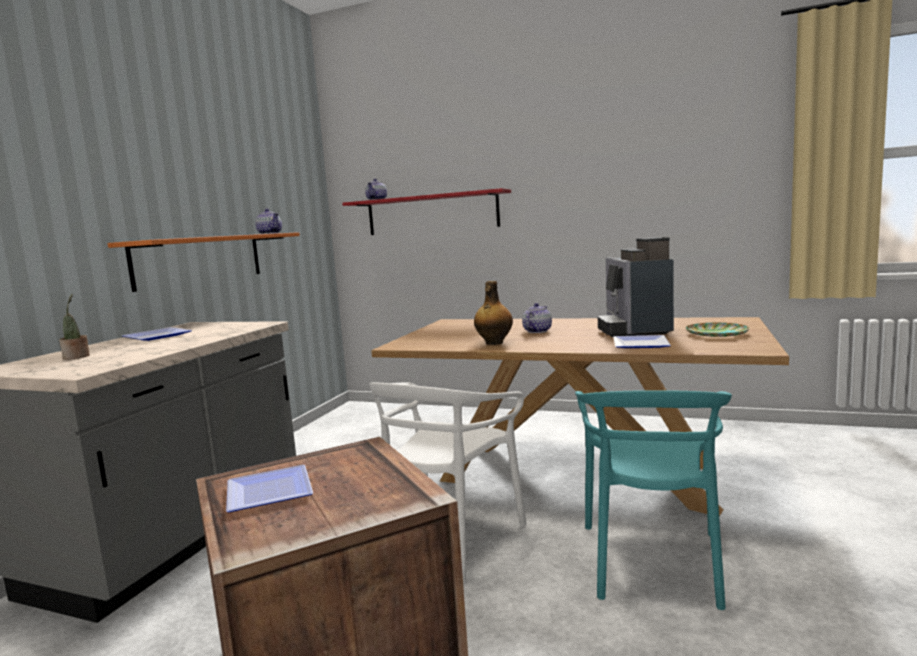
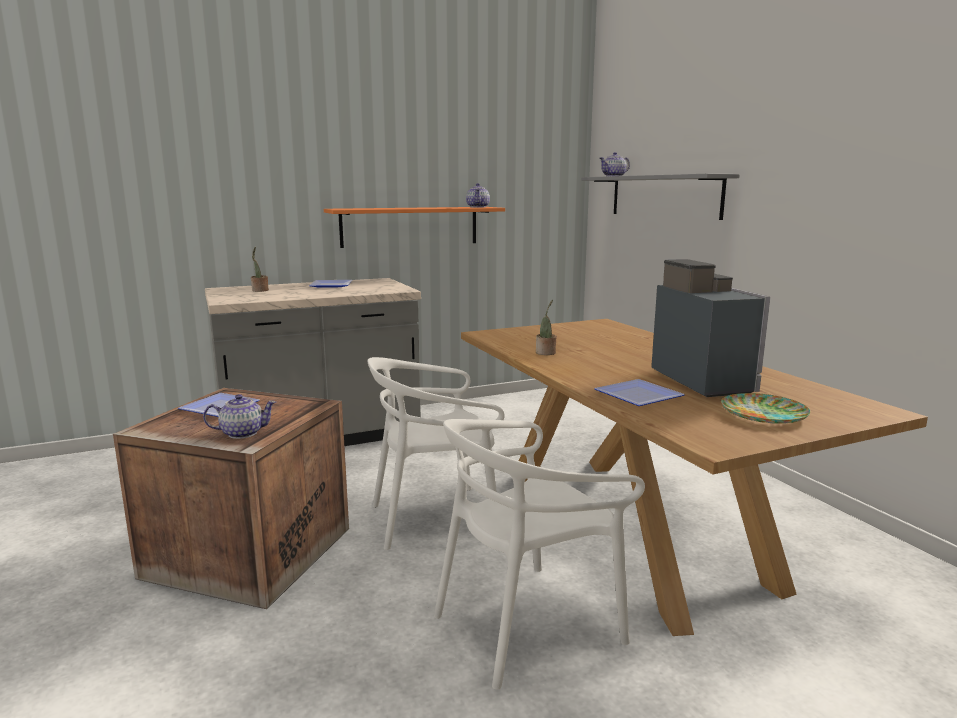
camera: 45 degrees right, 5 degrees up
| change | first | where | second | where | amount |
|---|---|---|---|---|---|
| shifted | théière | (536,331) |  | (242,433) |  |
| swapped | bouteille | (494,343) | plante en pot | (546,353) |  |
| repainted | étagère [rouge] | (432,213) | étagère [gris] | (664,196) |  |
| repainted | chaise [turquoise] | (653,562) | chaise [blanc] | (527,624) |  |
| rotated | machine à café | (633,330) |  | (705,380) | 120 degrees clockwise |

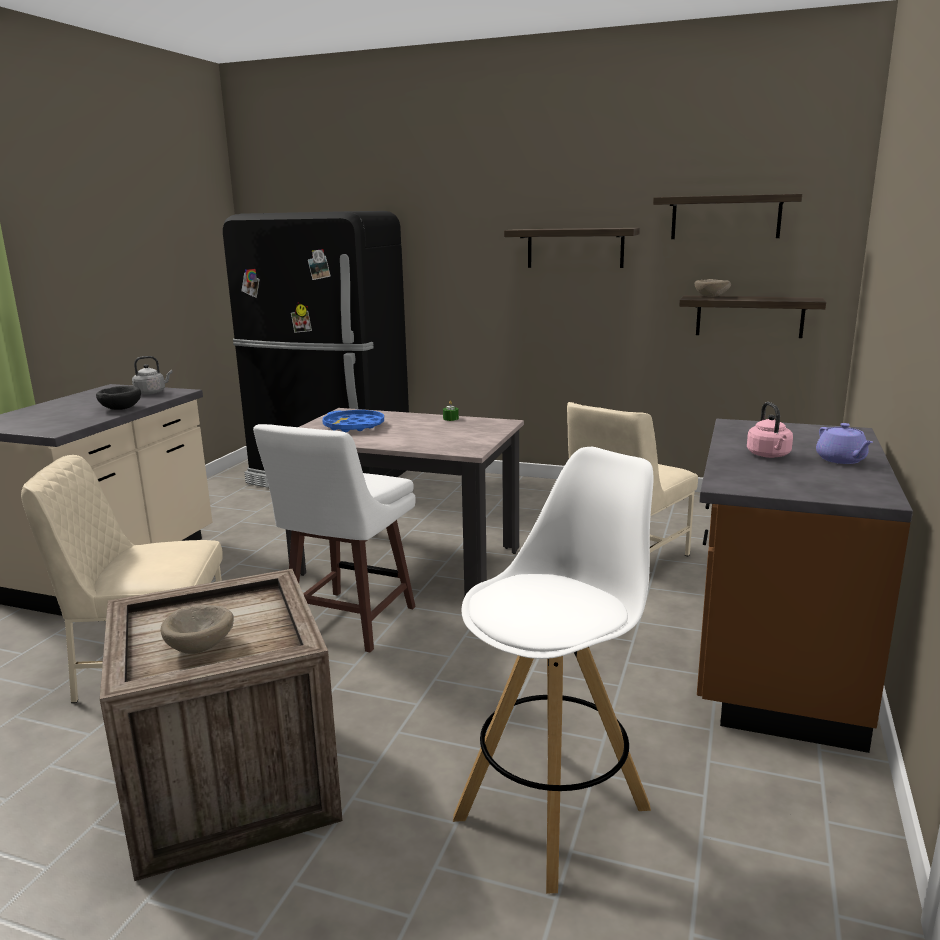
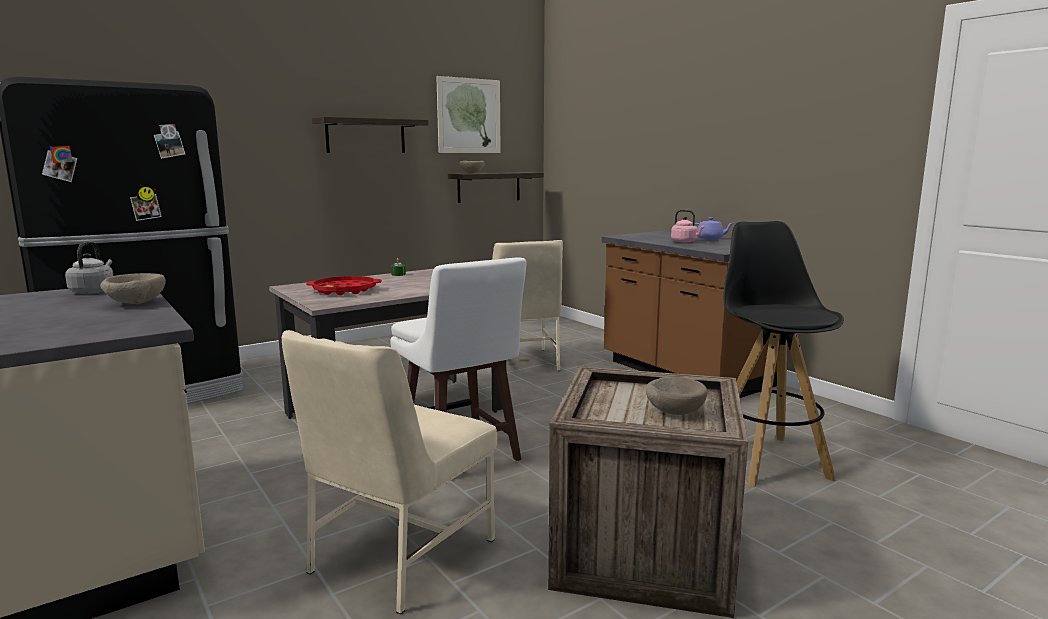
camera: 55 degrees left, 5 degrees down
| change | first | where | second | where | amount |
|---|---|---|---|---|---|
| swapped | étagère | (725,217) | tableau | (469,116) |  |
| repainted | bol [noir] | (120,409) | bol [beige] | (134,303) |  |
| repainted | plateau [bleu] | (354,426) | plateau [rouge] | (345,290) |  |
| repainted | tabouret [blanc] | (554,811) | tabouret [noir] | (766,459) |  |

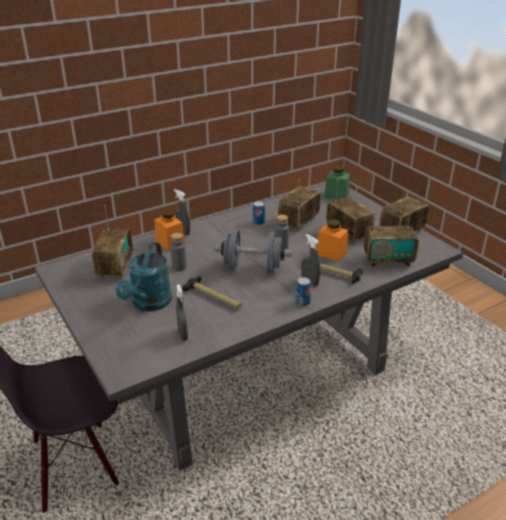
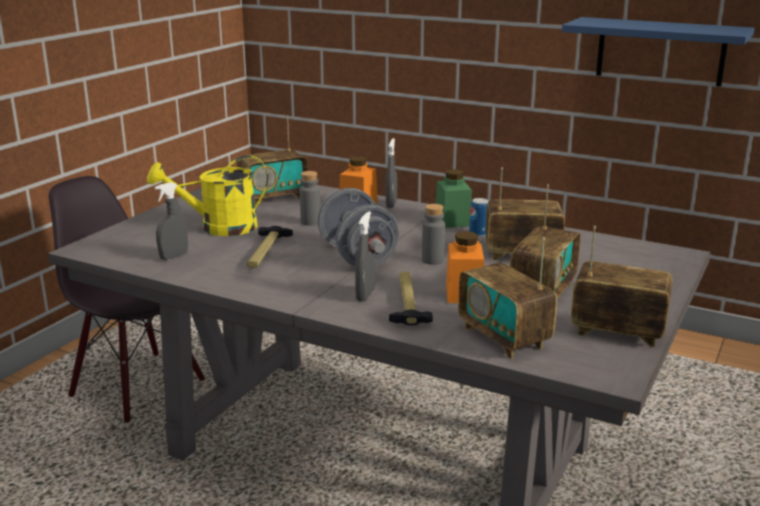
camera: 60 degrees right, 10 degrees down
| change | first | where | second | where | amount |
|---|---|---|---|---|---|
| gone | boîte métallique | (302,302) |  |  |  |
| new |  |  | étagère [bleu] | (660,51) |  |
| shifted | bocal [vert] | (336,195) |  | (452,220) |  |
| repainted | arrosoir [turquoise] | (149,304) | arrosoir [jaune] | (219,228) |  |

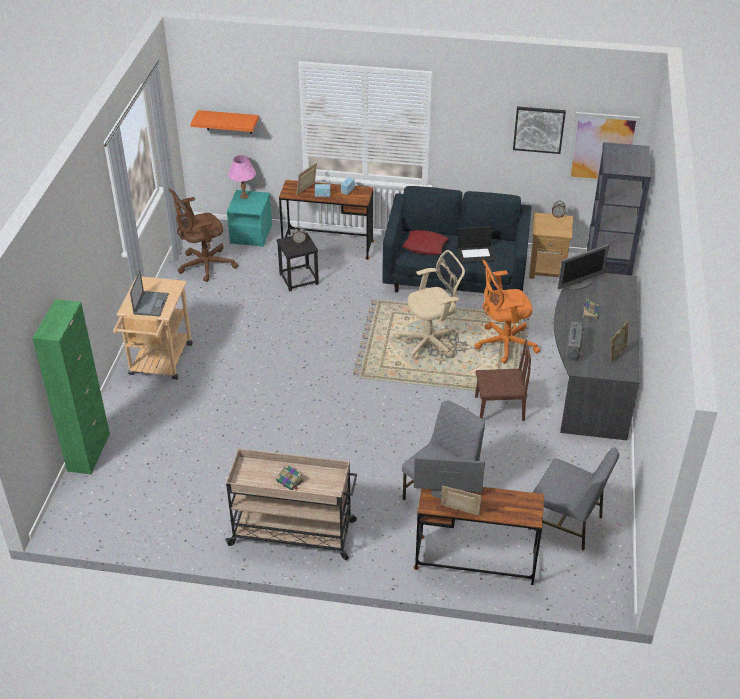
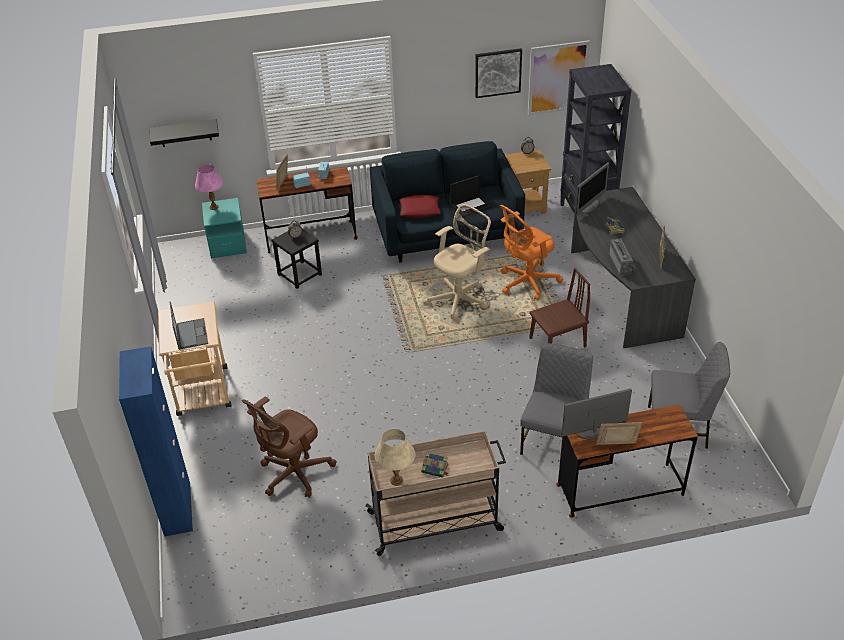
camera: 20 degrees left, 0 degrees up
| change | first | where | second | where | amount |
|---|---|---|---|---|---|
| new |  |  | lampe de table [beige] | (397,480) |  |
| shifted | chaise de bureau [marron] | (204,265) |  | (293,474) |  |
| repainted | meuble de rangement [vert] | (89,452) | meuble de rangement [bleu] | (177,509) |  |
| repainted | étagère [orange] | (228,122) | étagère [noir] | (185,133) |  |

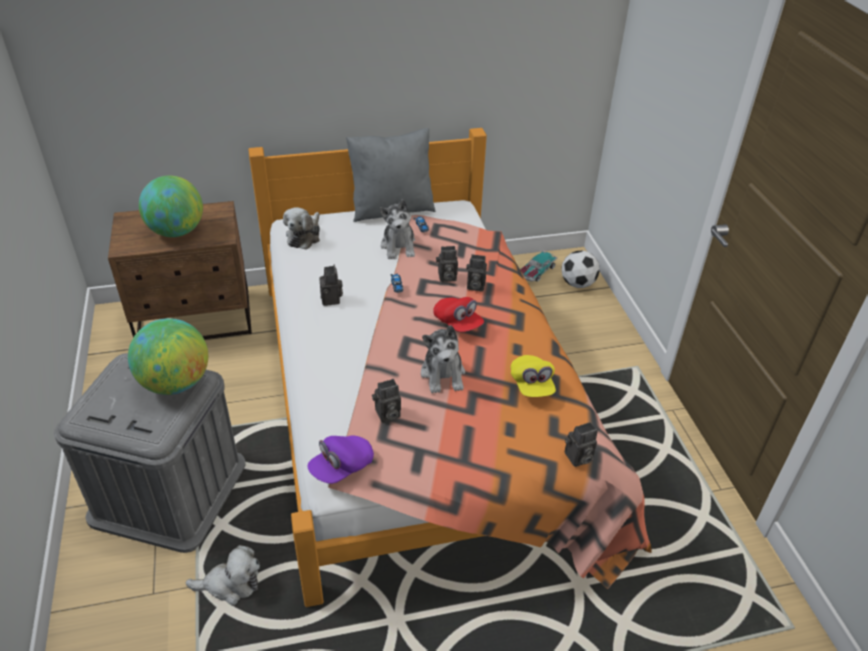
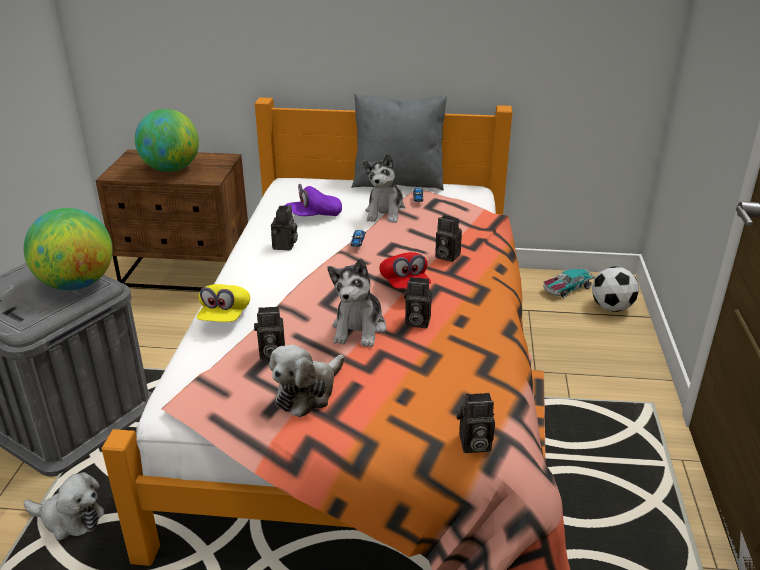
camera: 20 degrees right, 10 degrees down
| change | first | where | second | where | amount |
|---|---|---|---|---|---|
| shifted | peluche | (304,236) |  | (308,392) |  |
| shifted | casquette [violet] | (341,467) |  | (314,216) |  |
| shifted | appareil photo | (446,277) |  | (416,322) |  |
| shifted | casquette [jaune] | (531,385) |  | (225,316) |  |

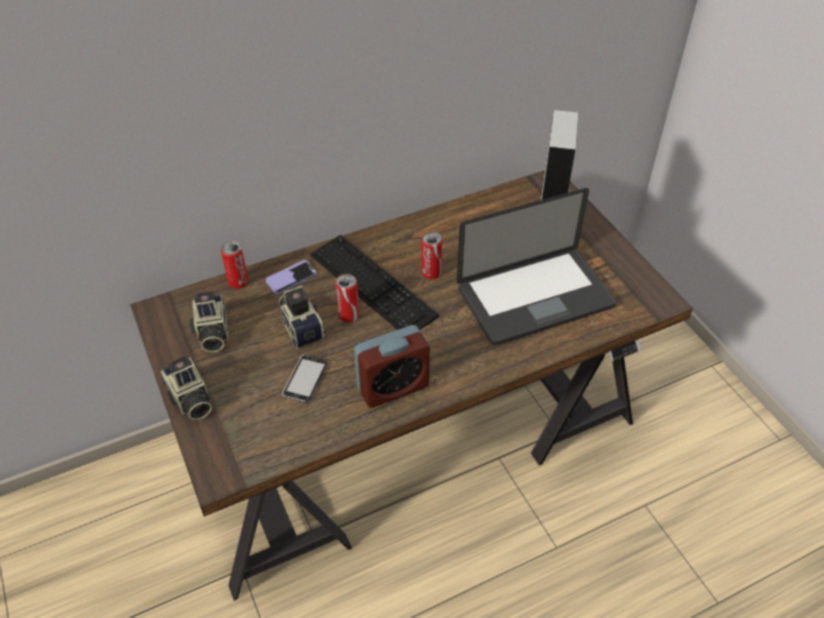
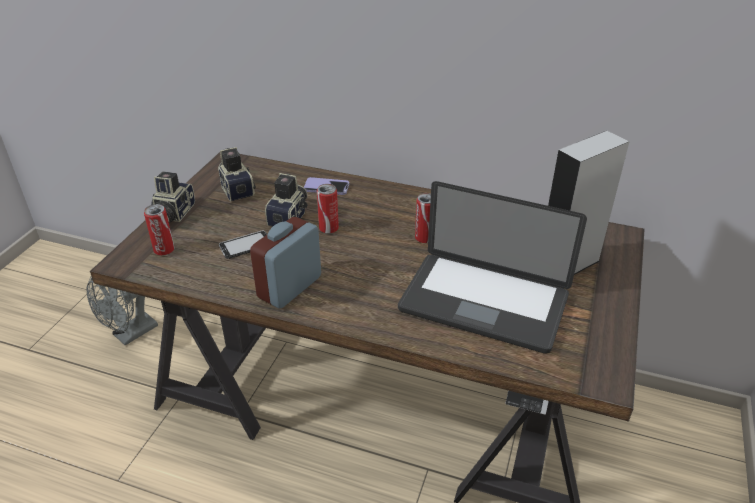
camera: 45 degrees right, 10 degrees down
| change | first | where | second | where | amount |
|---|---|---|---|---|---|
| gone | clavier | (372,284) |  |  |  |
| new |  |  | ventilateur [gris] | (130,335) |  |
| shifted | boîte métallique | (238,282) |  | (164,250) |  |
| rotated | appareil photo | (212,333) |  | (237,189) | 120 degrees clockwise |
| rotated | réveil | (393,387) |  | (290,287) | 105 degrees clockwise |

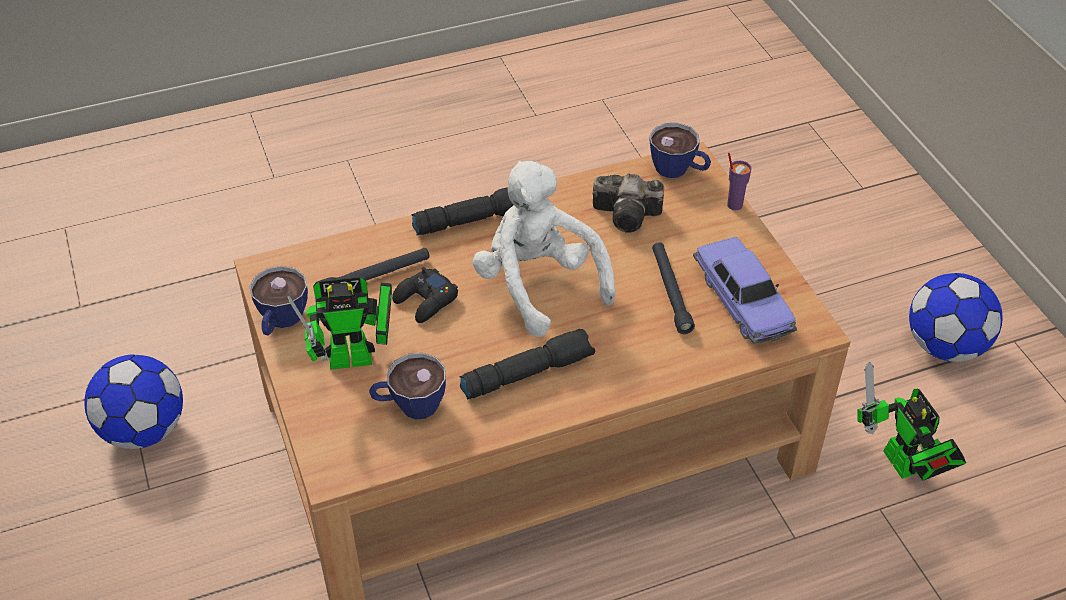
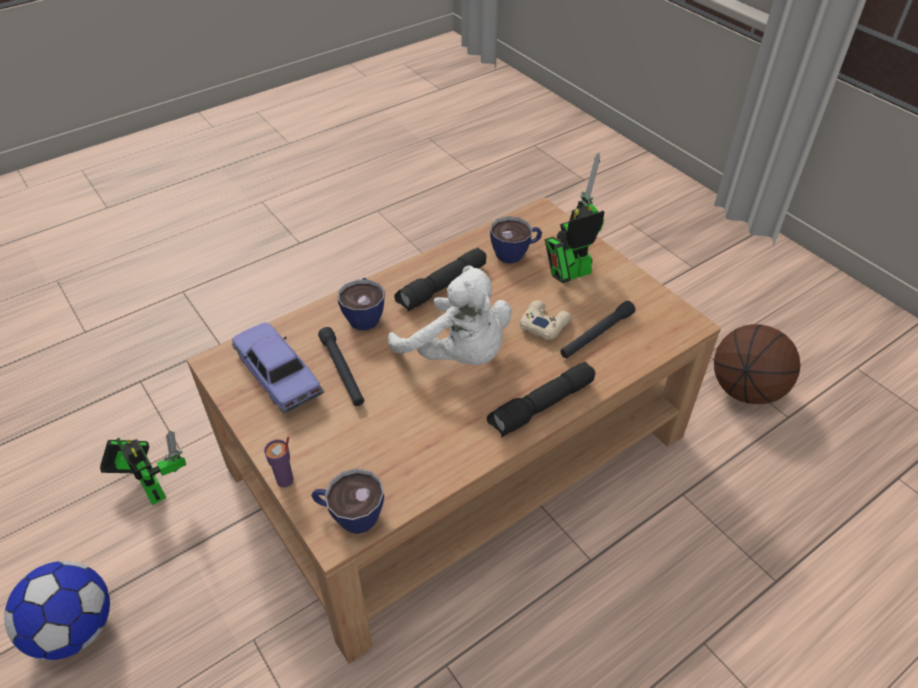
camera: 165 degrees right, 0 degrees up
| change | first | where | second | where | amount |
|---|---|---|---|---|---|
| gone | appareil photo | (630,215) |  |  |  |
| shifted | tasse | (281,322) |  | (364,315) |  |
| swapped | ballon de foot | (144,430) | ballon de basket | (745,389) |  |
| repainted | manette [noir] | (426,301) | manette [beige] | (544,324) |  |

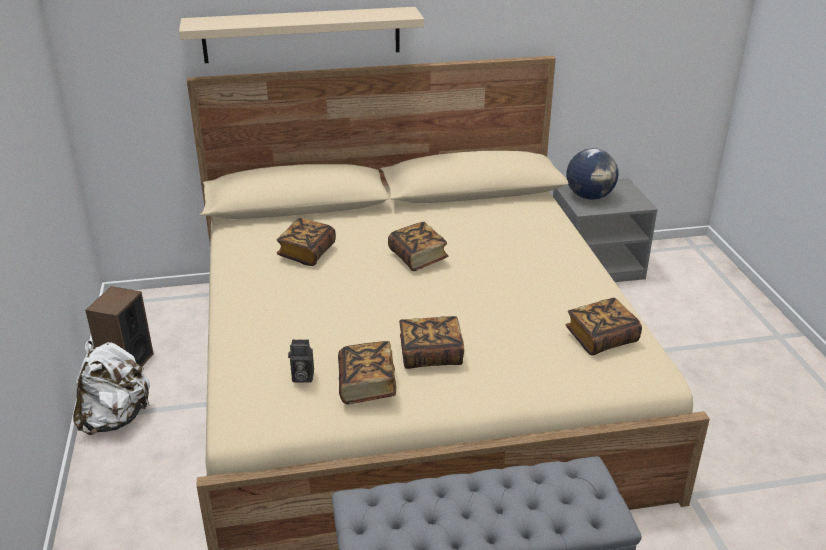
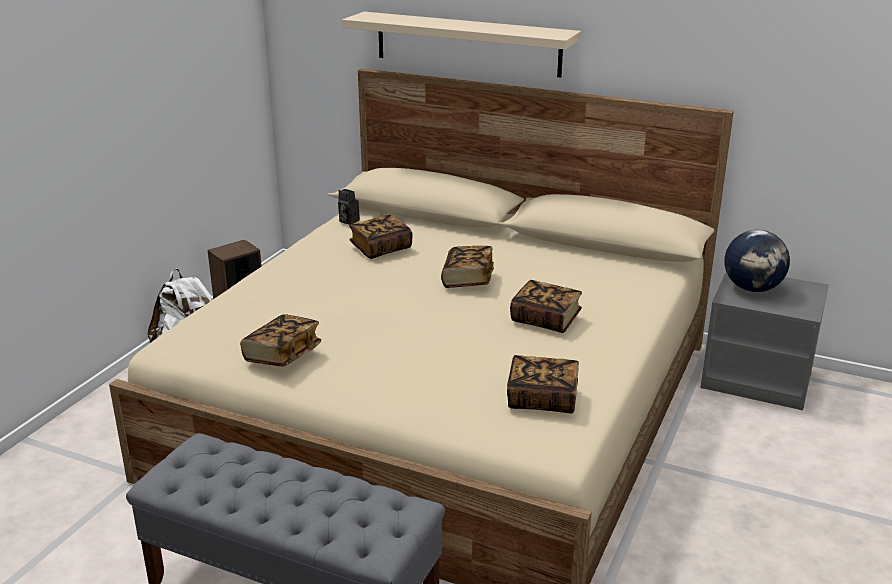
camera: 35 degrees right, 5 degrees down
| change | first | where | second | where | amount |
|---|---|---|---|---|---|
| shifted | appareil photo | (301,377) |  | (347,221) |  |
| shifted | livre | (430,355) |  | (545,319) |  |

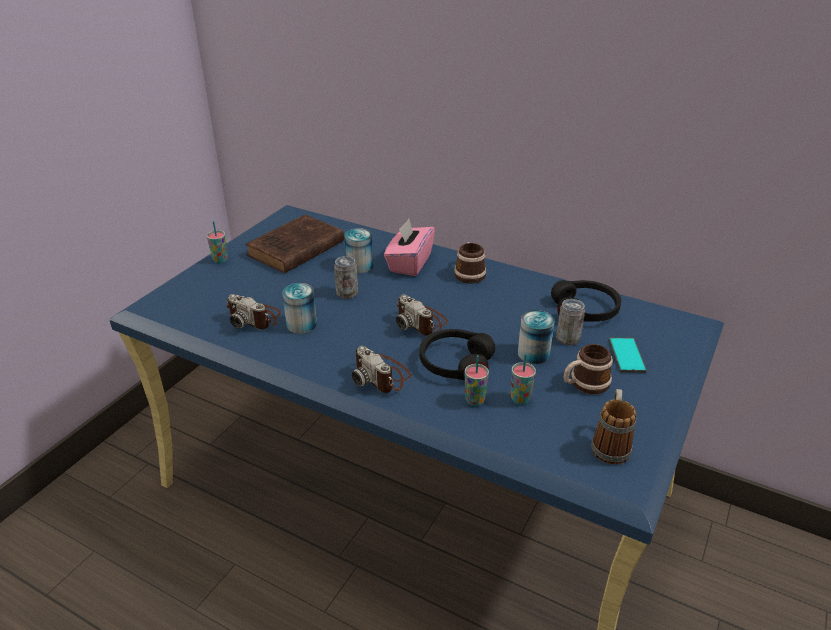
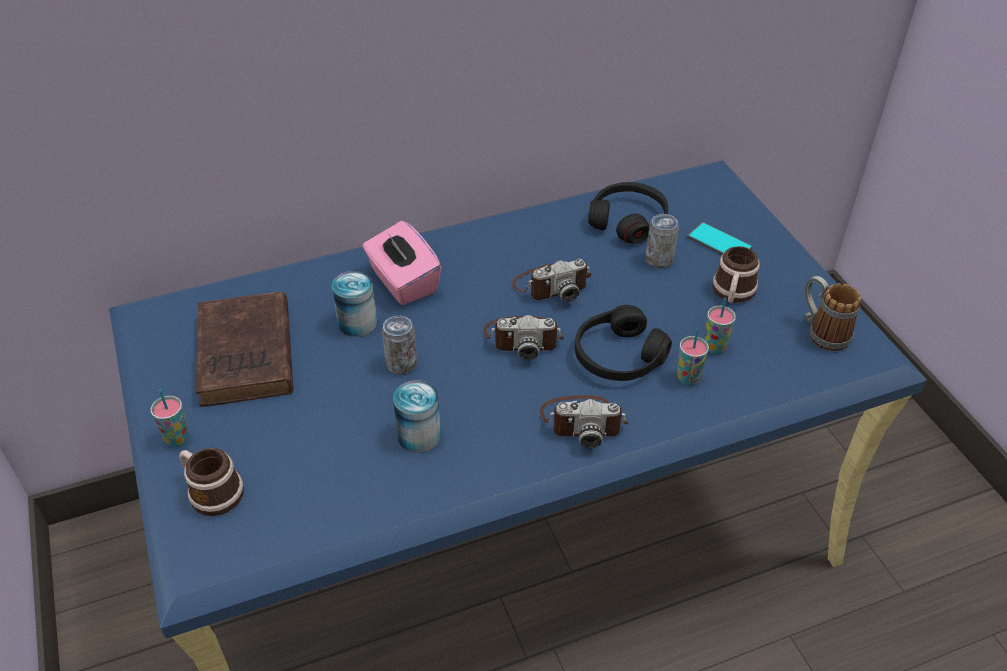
camera: 50 degrees left, 10 degrees up
| change | first | where | second | where | amount |
|---|---|---|---|---|---|
| gone | boîte métallique | (533,354) |  |  |  |
| shifted | appareil photo | (255,317) |  | (551,285) |  |
| shifted | mug | (469,273) |  | (211,491) |  |

